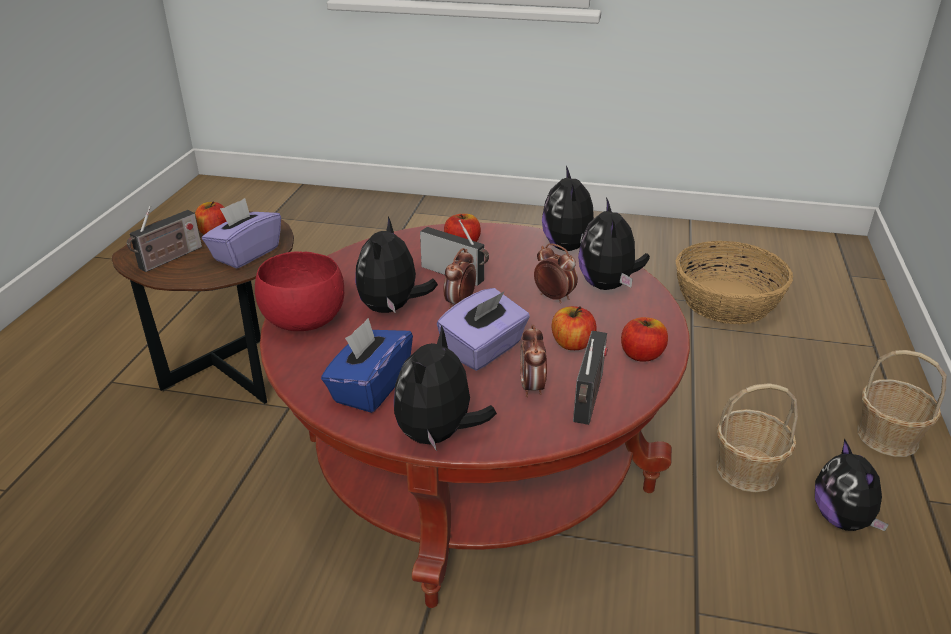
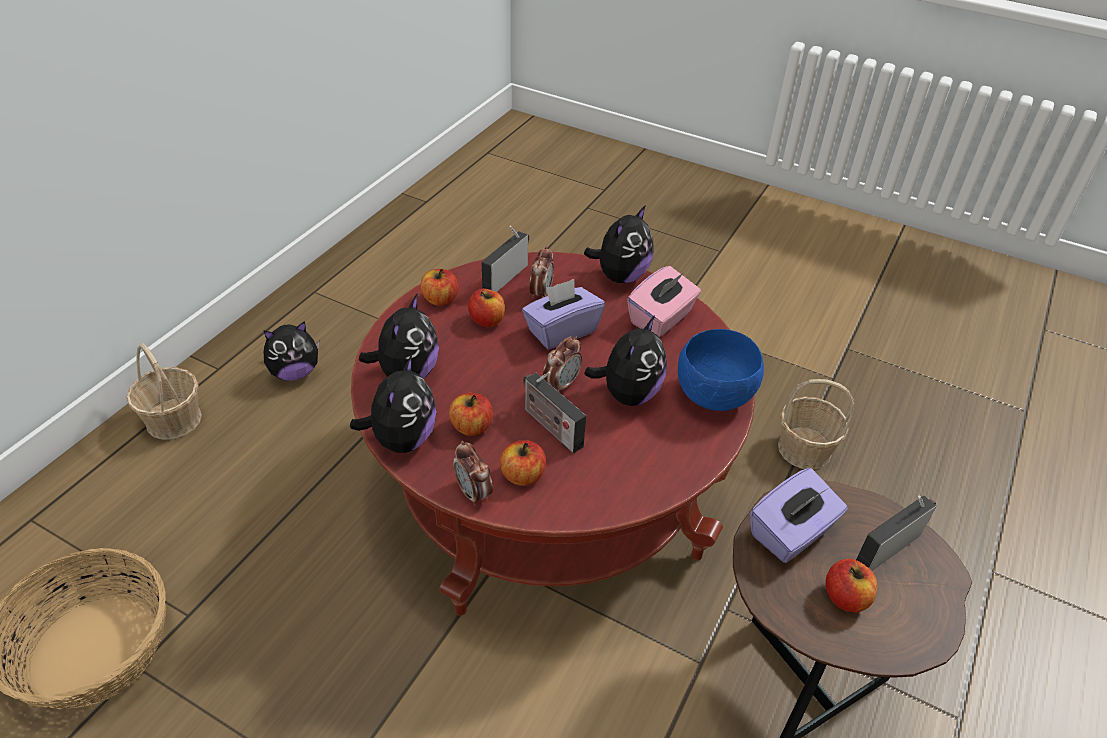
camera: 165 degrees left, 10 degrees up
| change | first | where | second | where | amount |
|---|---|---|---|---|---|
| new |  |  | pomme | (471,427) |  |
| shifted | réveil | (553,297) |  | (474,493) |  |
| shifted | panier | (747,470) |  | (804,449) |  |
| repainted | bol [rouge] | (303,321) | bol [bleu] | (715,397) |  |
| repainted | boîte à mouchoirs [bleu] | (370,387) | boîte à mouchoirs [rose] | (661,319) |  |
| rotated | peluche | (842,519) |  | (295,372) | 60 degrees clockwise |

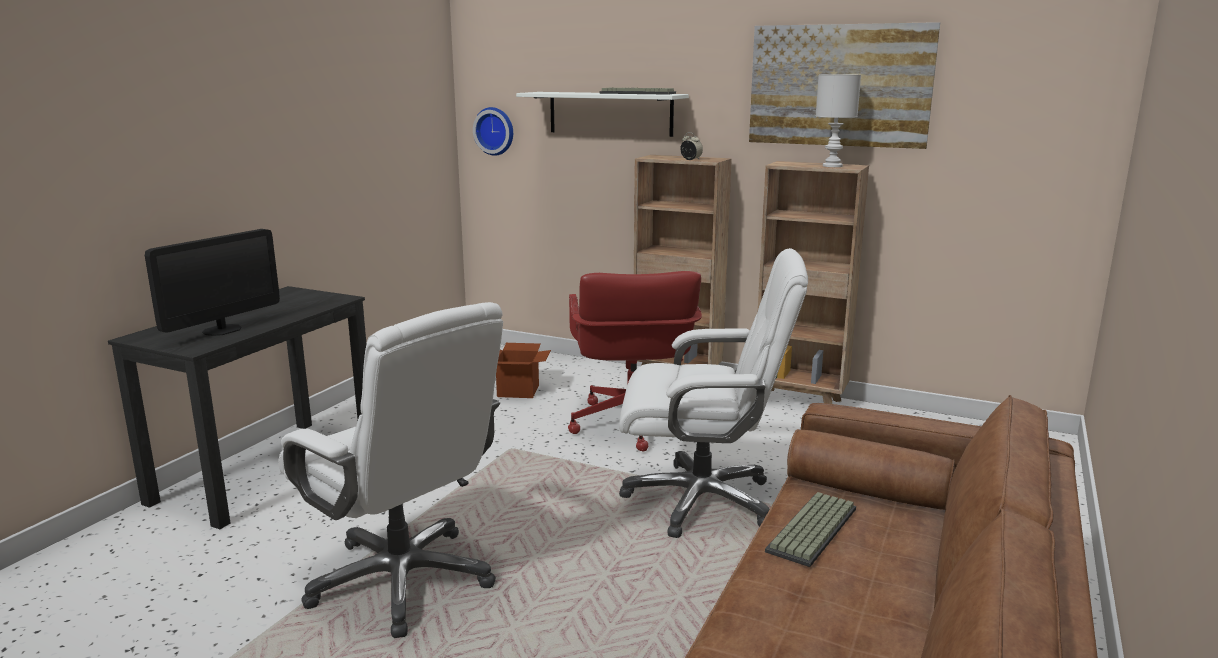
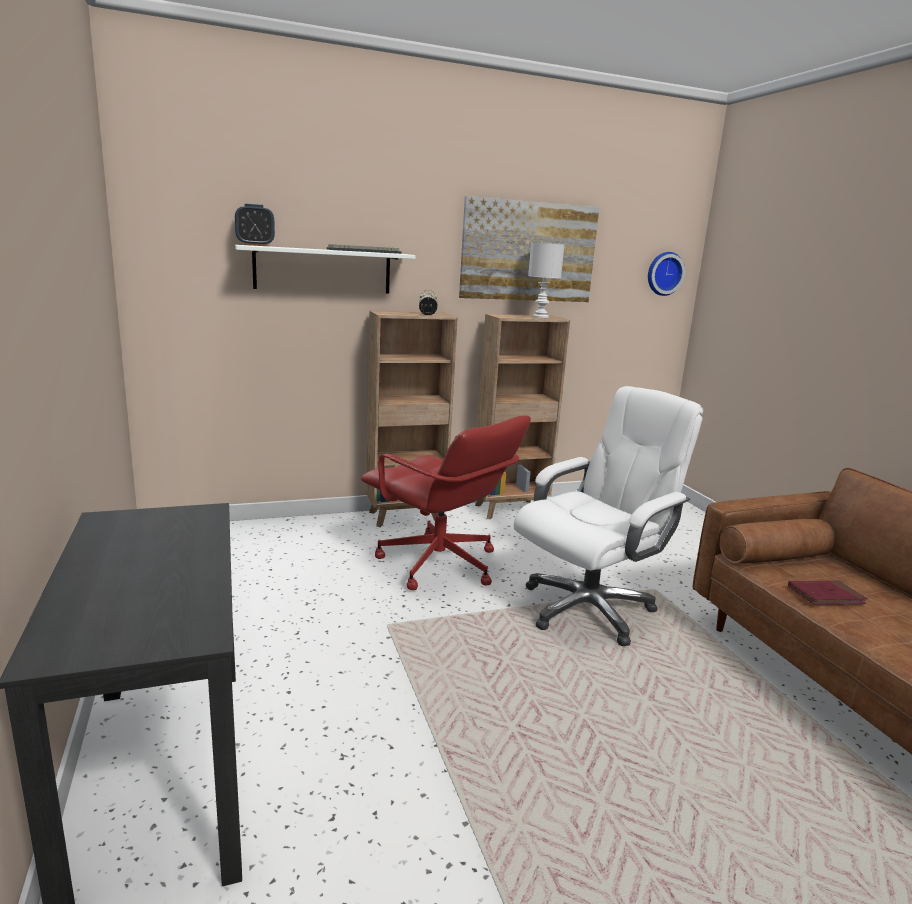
camera: 45 degrees left, 0 degrees up
| change | first | where | second | where | amount |
|---|---|---|---|---|---|
| gone | écran d'ordinateur | (222,330) |  |  |  |
| gone | chaise de bureau [blanc] | (403,580) |  |  |  |
| gone | carton | (518,391) |  |  |  |
| new |  |  | réveil | (255,245) |  |
| shifted | horloge murale | (495,131) |  | (663,273) |  |
| swapped | clavier | (814,531) | livre [rouge] | (826,596) |  |

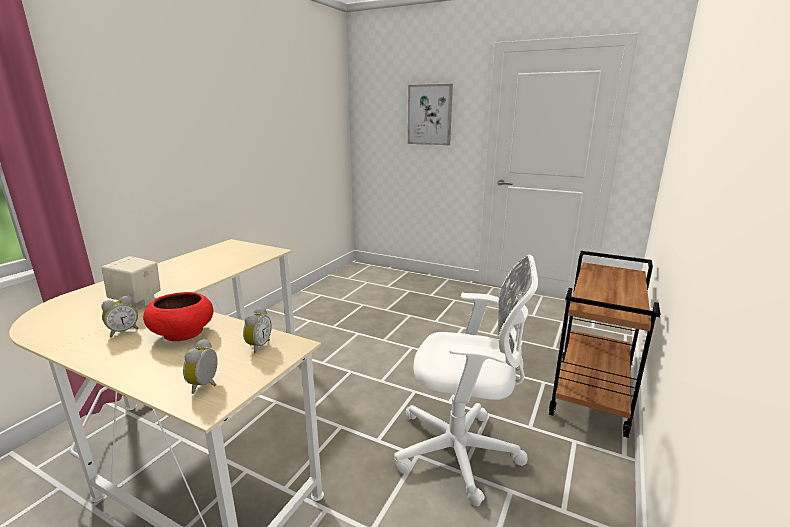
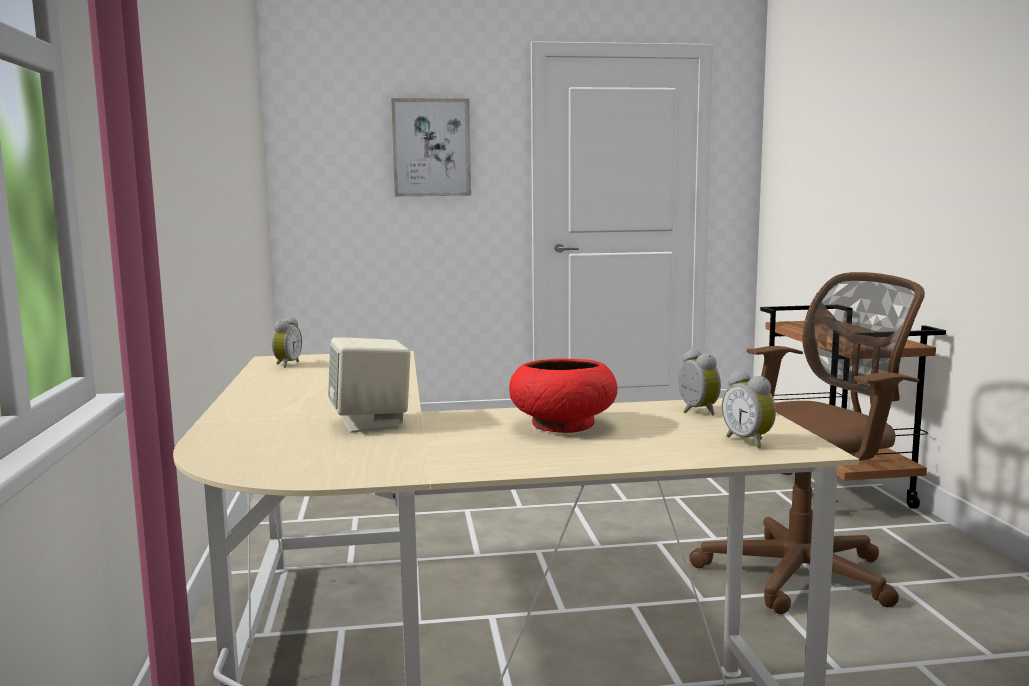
camera: 35 degrees left, 10 degrees down
| change | first | where | second | where | amount |
|---|---|---|---|---|---|
| shifted | réveil | (123,331) |  | (286,364) |  |
| repainted | chaise de bureau [blanc] | (462,452) | chaise de bureau [marron] | (805,573) |  |

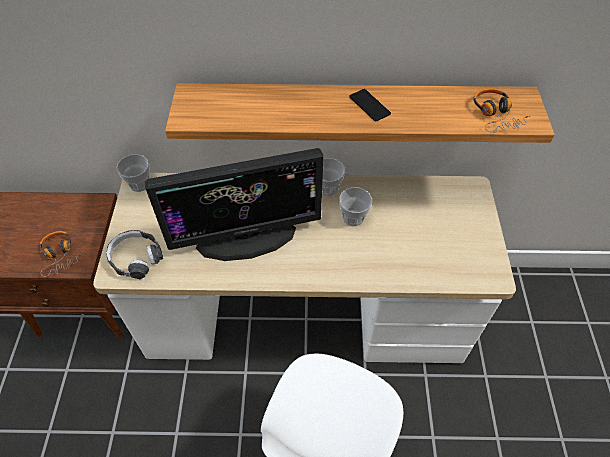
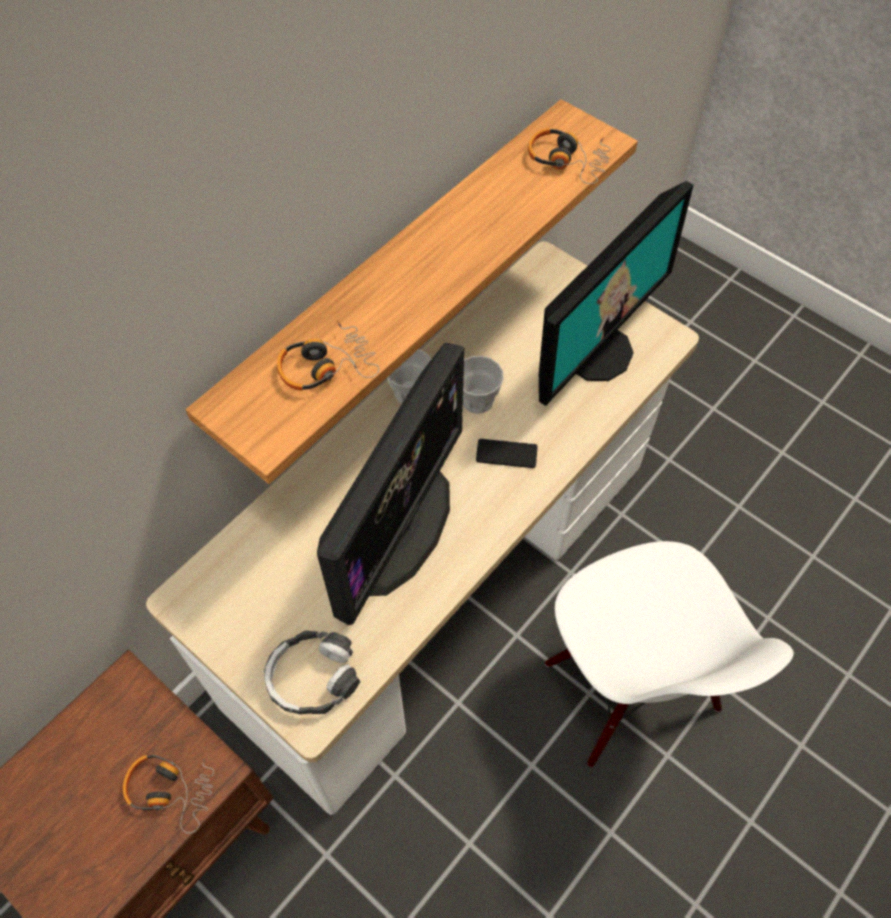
camera: 50 degrees left, 5 degrees up
| change | first | where | second | where | amount |
|---|---|---|---|---|---|
| gone | tasse | (139,184) |  |  |  |
| new |  |  | casque audio | (326,366) |  |
| new |  |  | écran d'ordinateur | (597,352) |  |
| shifted | téléphone | (369,105) |  | (506,454) |  |

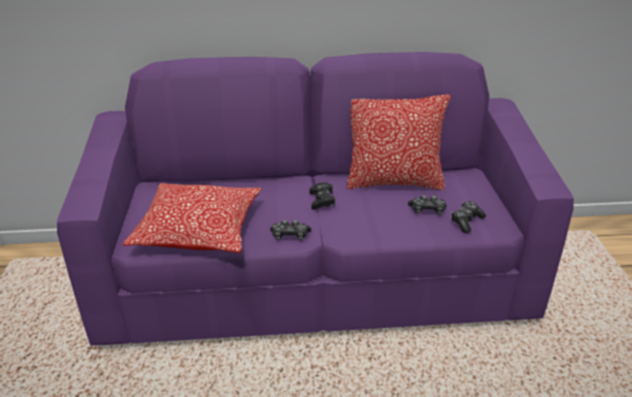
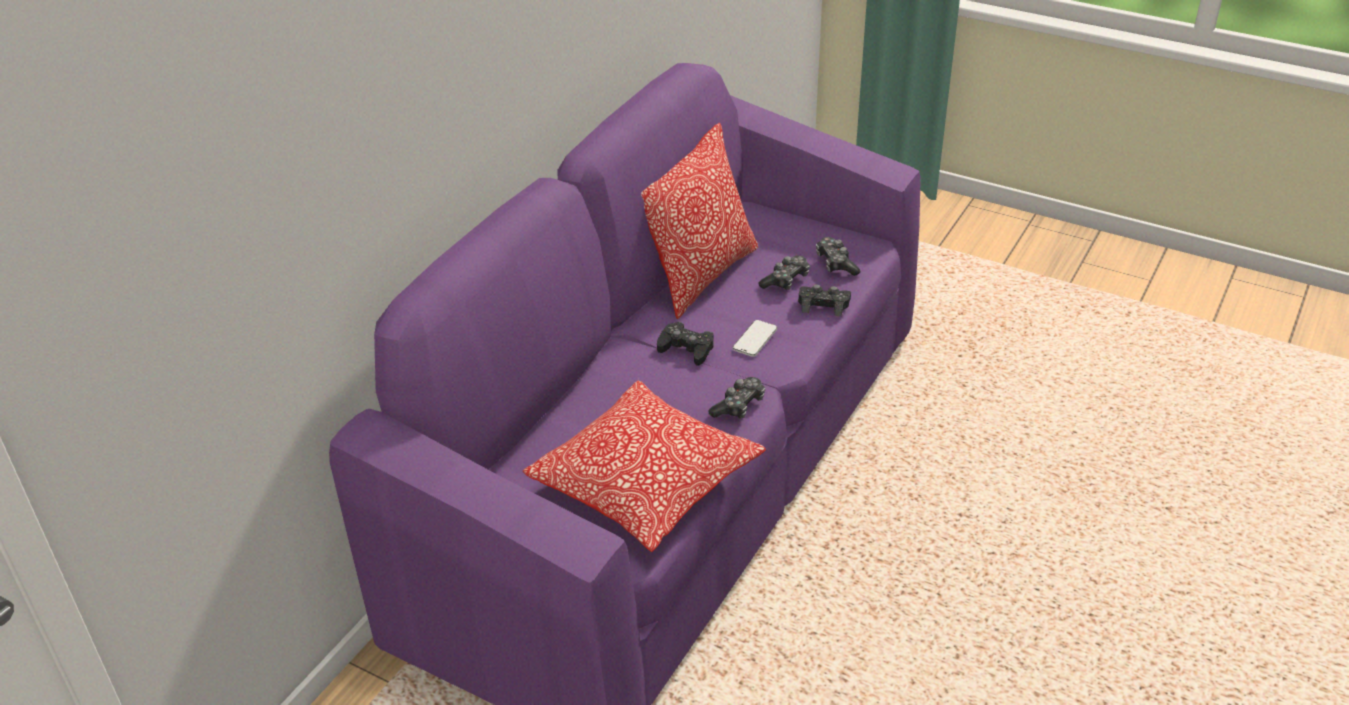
camera: 55 degrees left, 5 degrees up
| change | first | where | second | where | amount |
|---|---|---|---|---|---|
| new |  |  | téléphone | (755,340) |  |
| new |  |  | manette [noir] | (823,304) |  |

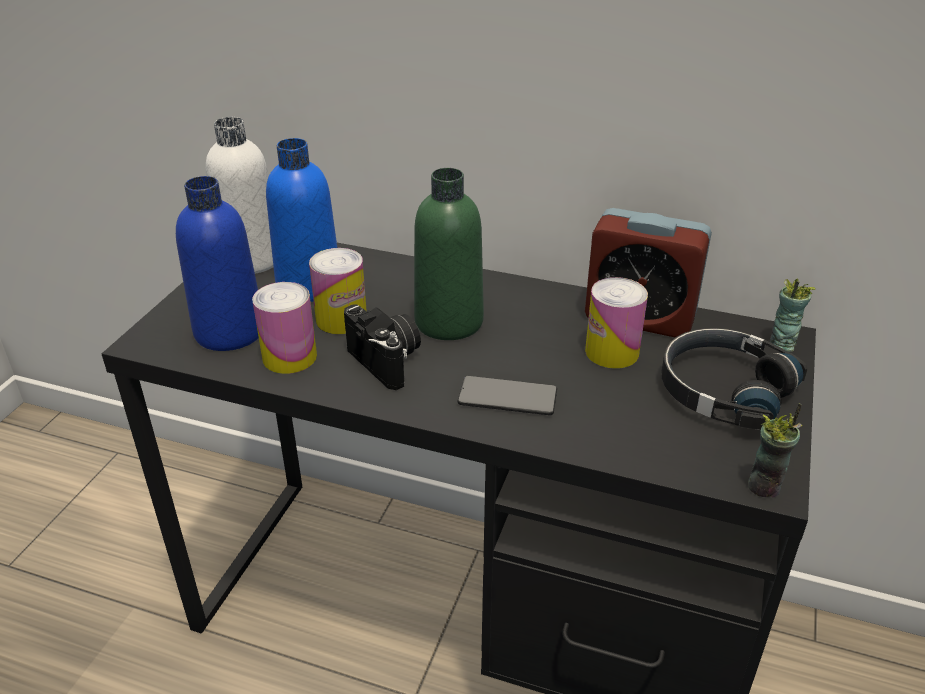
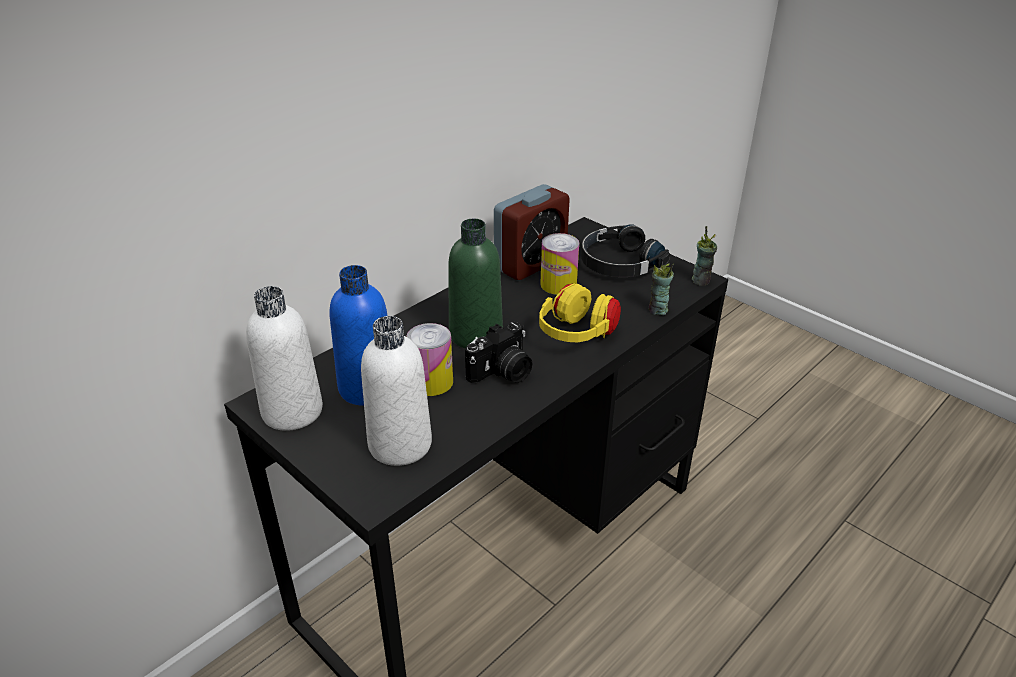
camera: 65 degrees left, 0 degrees up
| change | first | where | second | where | amount |
|---|---|---|---|---|---|
| gone | boîte métallique | (289,357) |  |  |  |
| shifted | tasse | (782,343) |  | (657,310) |  |
| swapped | téléphone | (507,397) | casque audio [jaune] | (577,335) |  |
| repainted | bouteille [bleu] | (229,332) | bouteille [blanc] | (400,444) |  |
| rotated | appareil photo | (388,361) |  | (502,373) | 150 degrees clockwise |

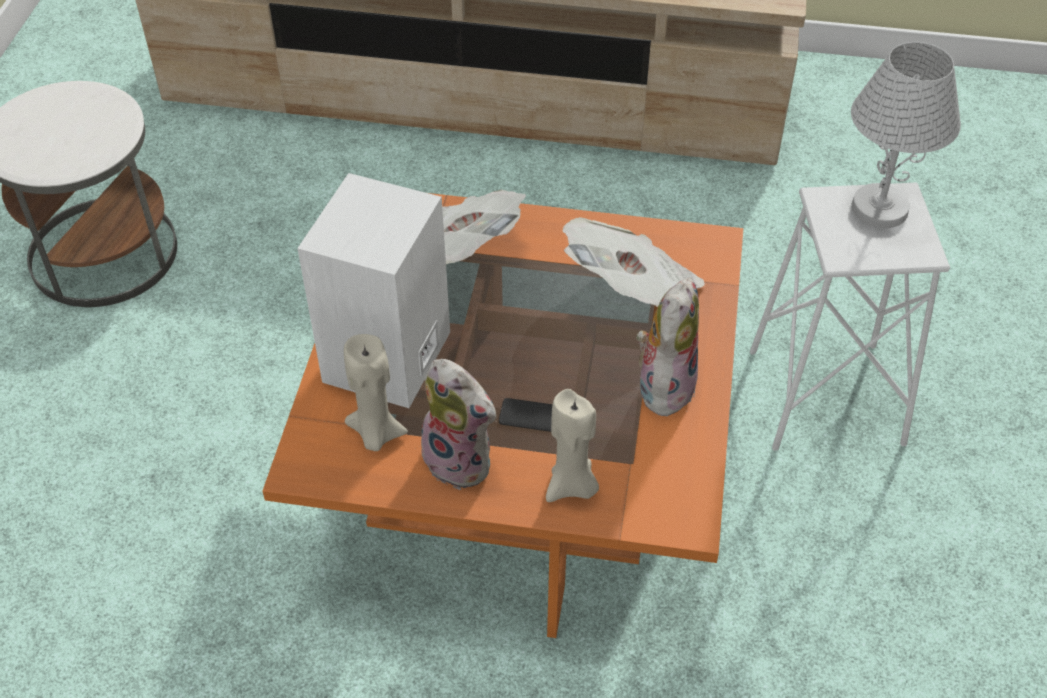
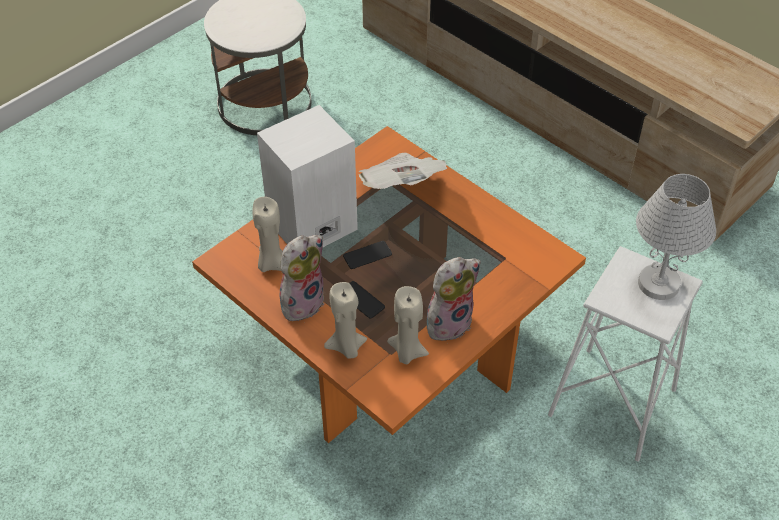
camera: 35 degrees right, 0 degrees up
| change | first | where | second | where | amount |
|---|---|---|---|---|---|
| gone | journal | (632,290) |  |  |  |
| new |  |  | téléphone | (367,255) |  |
| new |  |  | bougie [beige] | (407,352) |  |
| rotated | peluche | (462,460) |  | (302,301) | 120 degrees counterclockwise |

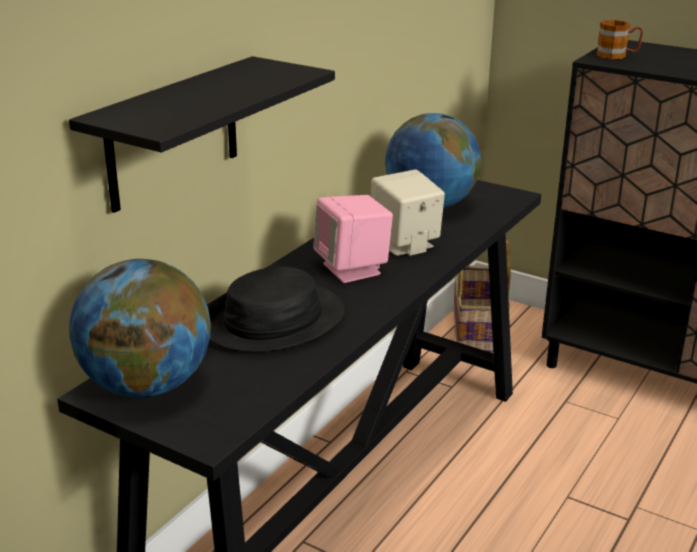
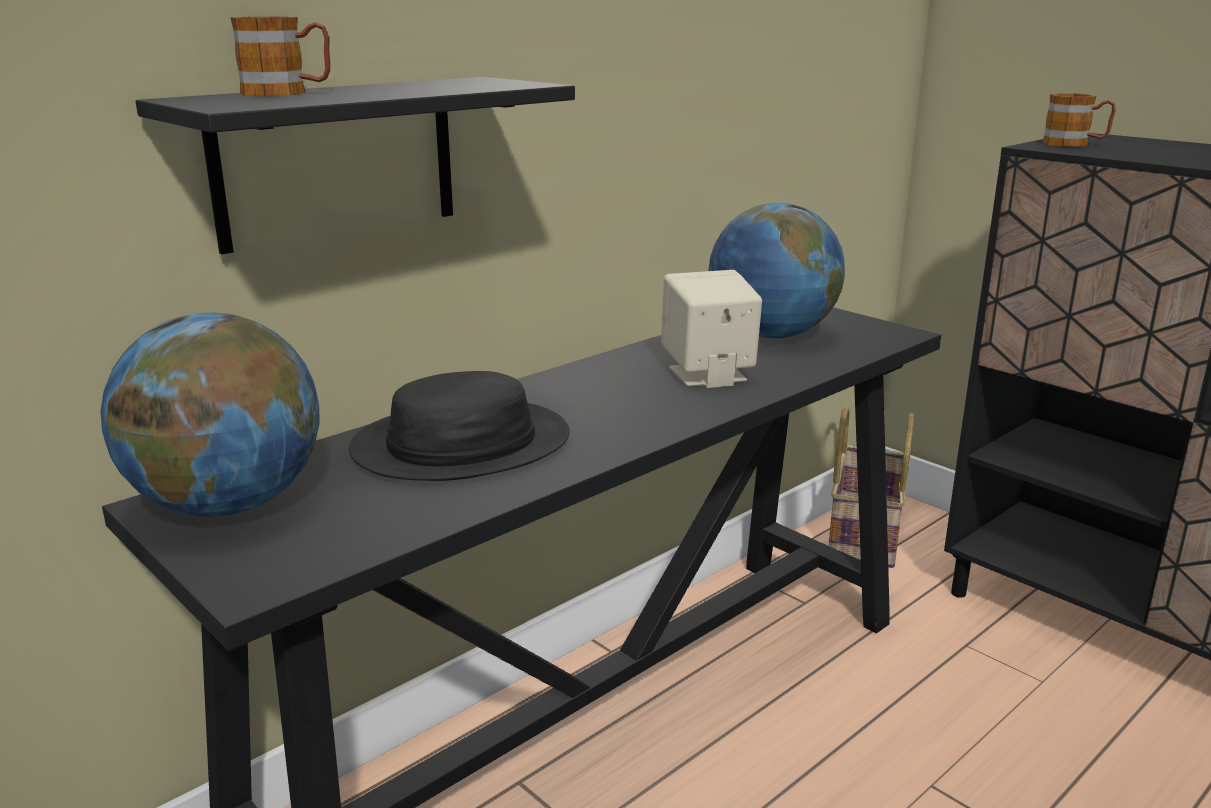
camera: 15 degrees right, 5 degrees down
| change | first | where | second | where | amount |
|---|---|---|---|---|---|
| gone | enceinte [rose] | (352,269) |  |  |  |
| new |  |  | mug | (287,93) |  |

